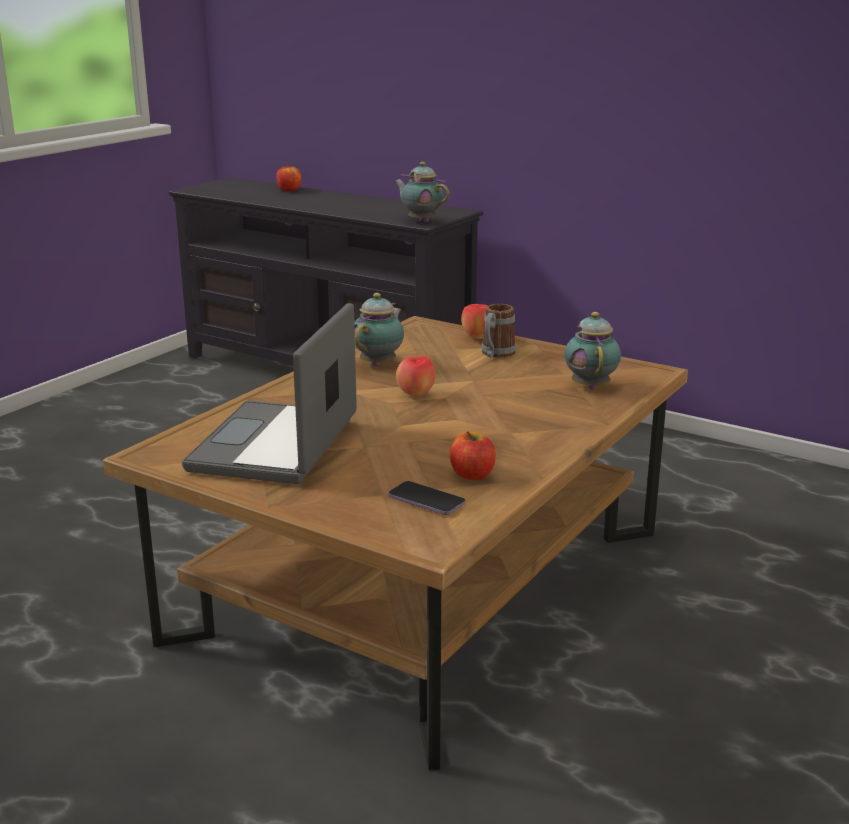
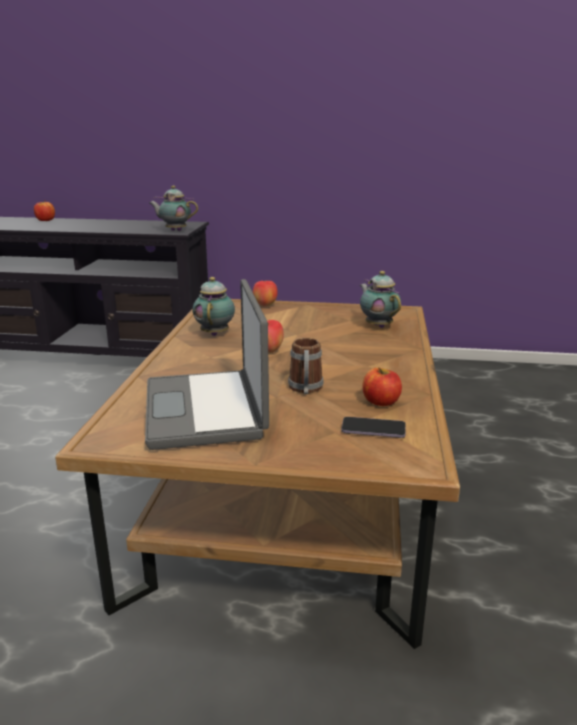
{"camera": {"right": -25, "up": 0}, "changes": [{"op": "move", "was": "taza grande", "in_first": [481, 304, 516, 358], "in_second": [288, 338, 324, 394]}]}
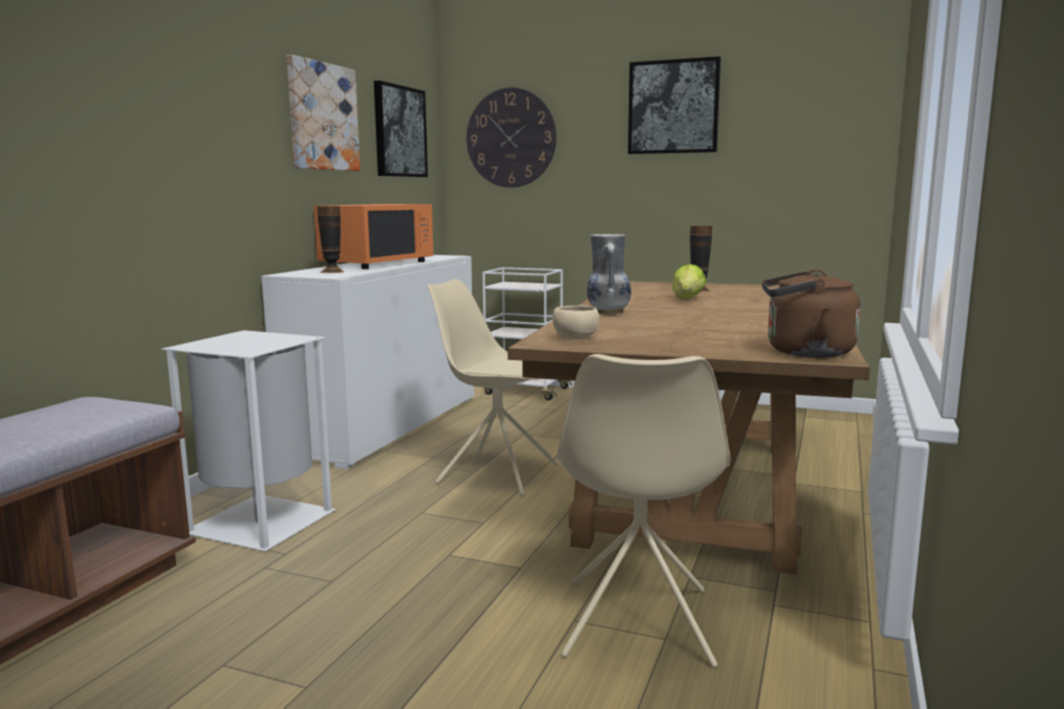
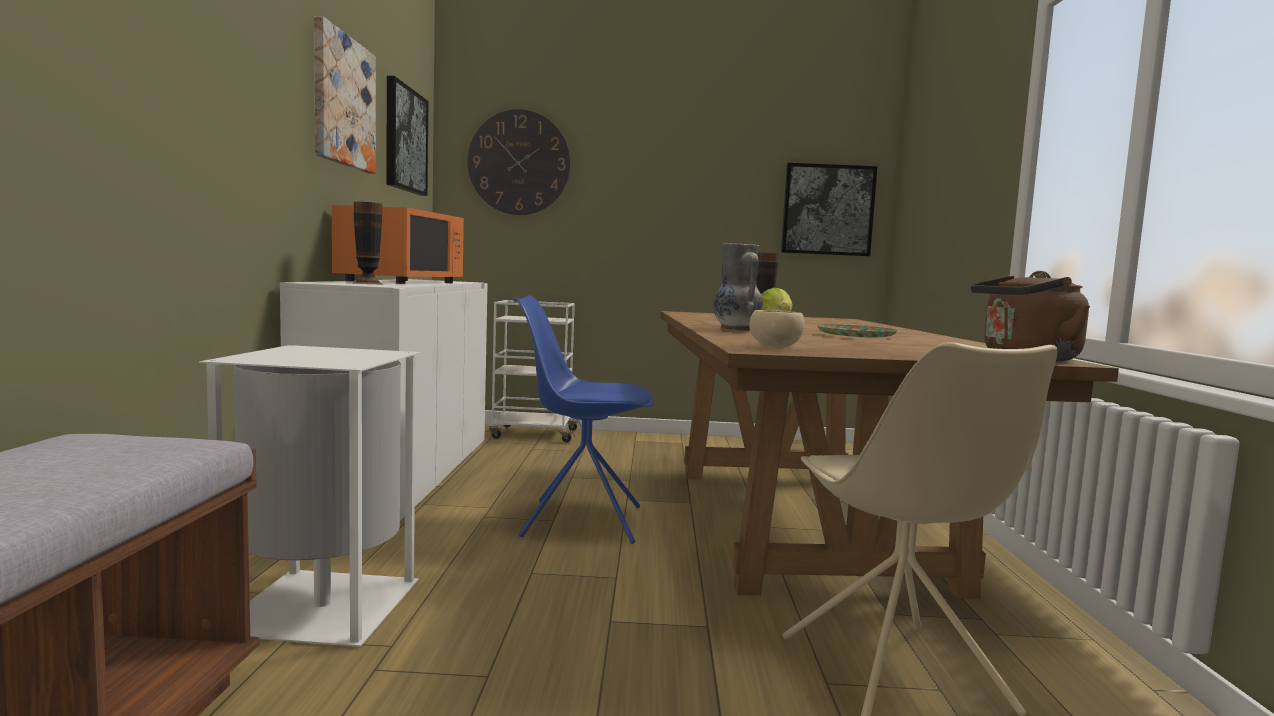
{"camera": {"right": -20, "up": -5}, "changes": [{"op": "move", "was": "cuadro", "in_first": [628, 56, 721, 154], "in_second": [781, 163, 878, 256]}, {"op": "recolor", "was": "silla/beis", "now": "silla/azul", "in_first": [427, 279, 558, 497], "in_second": [514, 295, 654, 544]}, {"op": "insert", "now": "plato", "in_second": [817, 324, 897, 337]}]}
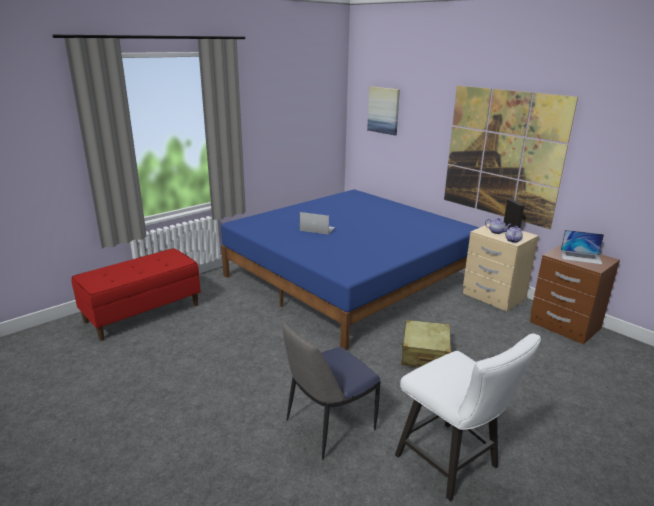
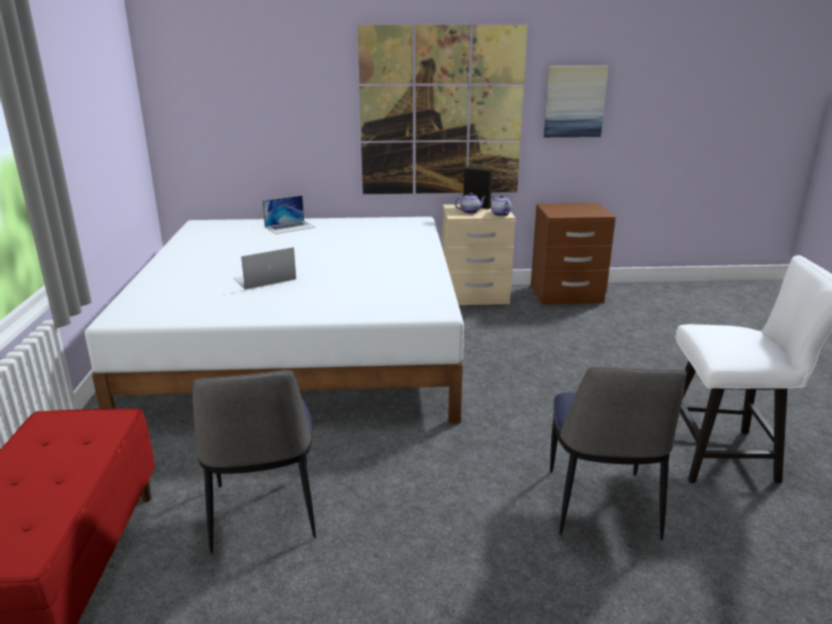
{"camera": {"right": -50, "up": 0}, "changes": [{"op": "move", "was": "cuadro", "in_first": [367, 86, 400, 135], "in_second": [544, 66, 609, 137]}, {"op": "recolor", "was": "cama/azul", "now": "cama/blanco", "in_first": [221, 189, 480, 350], "in_second": [85, 217, 464, 424]}, {"op": "move", "was": "portátil", "in_first": [561, 230, 604, 265], "in_second": [263, 195, 315, 234]}, {"op": "delete", "was": "maleta/beis", "in_first": [401, 320, 451, 367]}, {"op": "insert", "now": "silla", "in_second": [192, 370, 316, 554]}]}
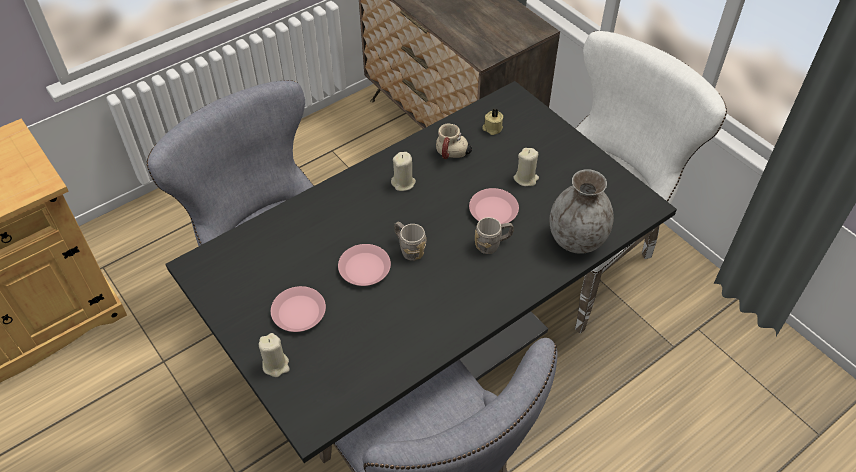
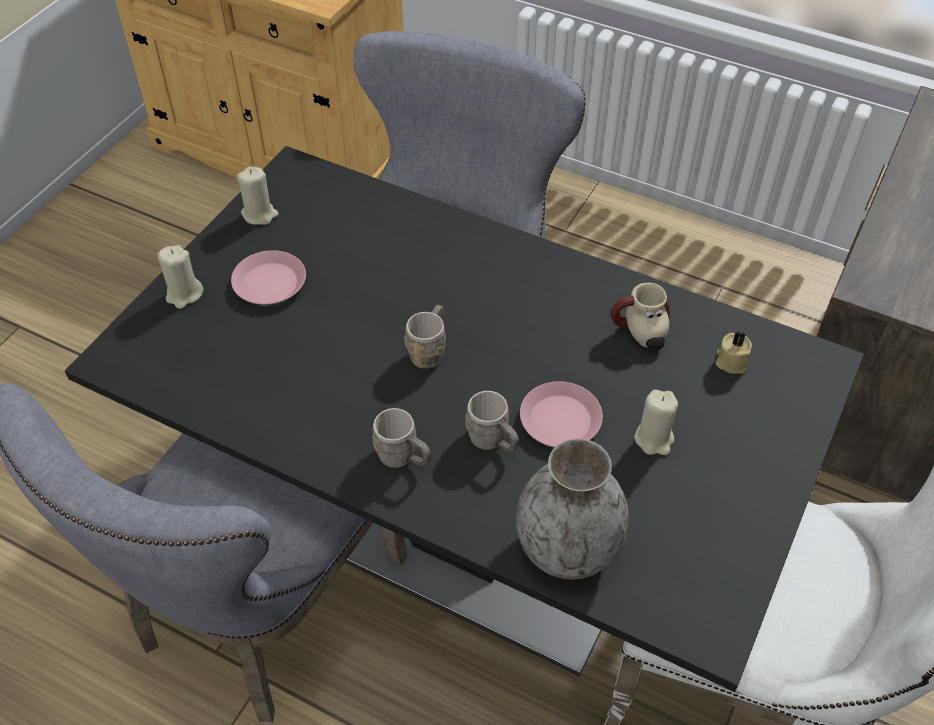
{"camera": {"right": 65, "up": 0}, "changes": [{"op": "move", "was": "vela/beis", "in_first": [391, 152, 416, 191], "in_second": [237, 167, 278, 225]}, {"op": "delete", "was": "plato/rosa", "in_first": [338, 244, 391, 286]}, {"op": "insert", "now": "taza grande/gris", "in_second": [372, 408, 431, 468]}]}
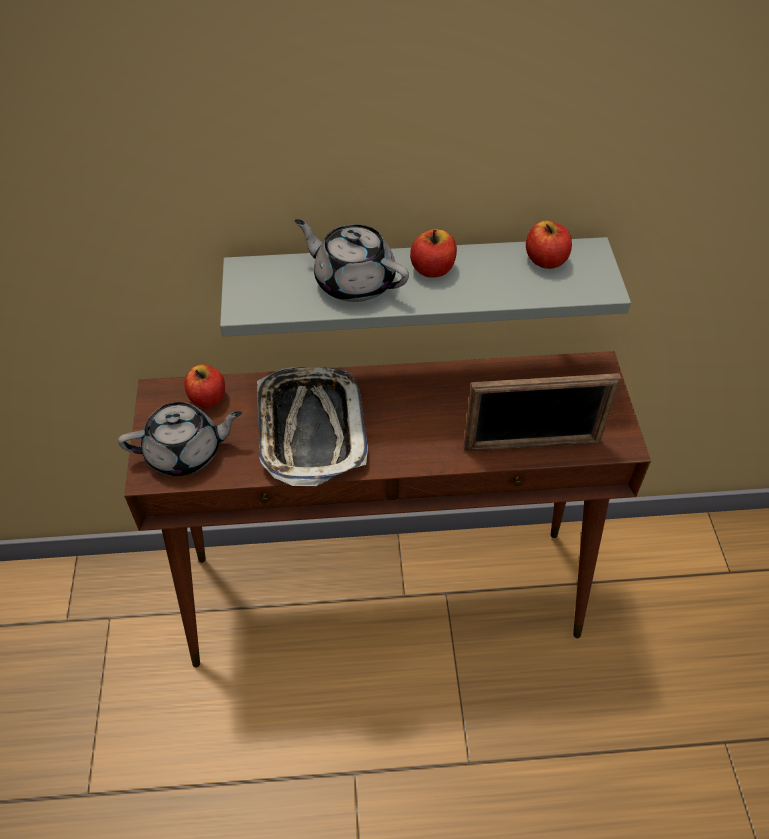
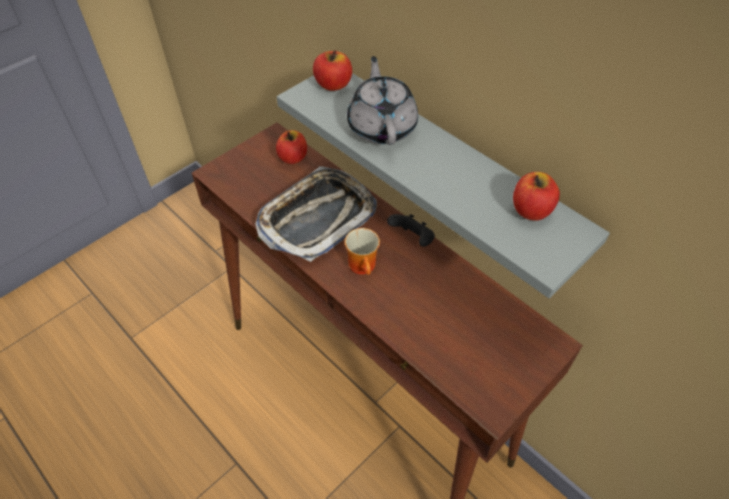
{"camera": {"right": 50, "up": 0}, "changes": [{"op": "move", "was": "manzana", "in_first": [410, 229, 457, 278], "in_second": [313, 50, 352, 91]}, {"op": "delete", "was": "portarretratos", "in_first": [464, 373, 621, 451]}, {"op": "delete", "was": "tetera/gris", "in_first": [118, 402, 242, 476]}, {"op": "insert", "now": "mando de consola/negro", "in_second": [387, 214, 435, 246]}, {"op": "insert", "now": "taza grande", "in_second": [345, 228, 380, 275]}]}
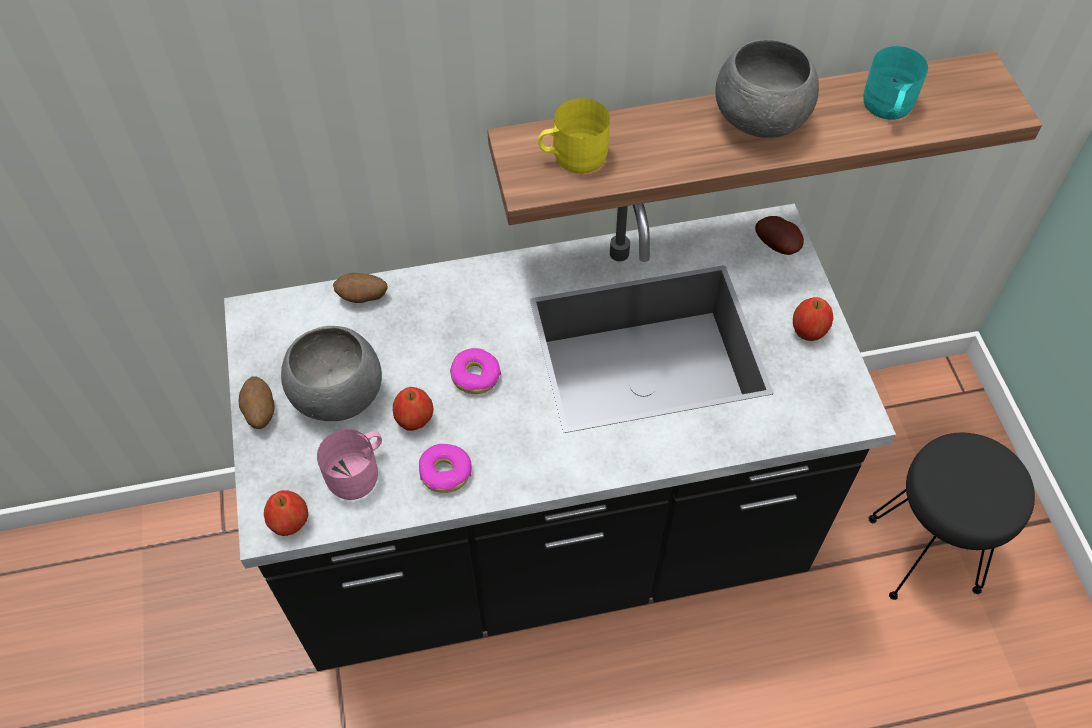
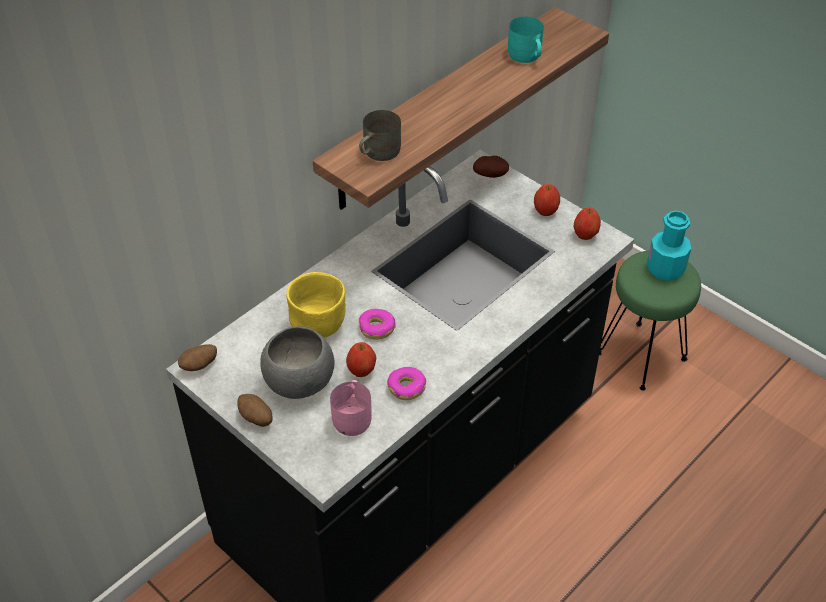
{"camera": {"right": -35, "up": -10}, "changes": [{"op": "delete", "was": "cuenco/gris", "in_first": [715, 39, 819, 138]}, {"op": "recolor", "was": "taza grande/amarillo", "now": "taza grande/gris", "in_first": [538, 98, 610, 174], "in_second": [359, 110, 401, 161]}, {"op": "move", "was": "patata", "in_first": [333, 273, 388, 303], "in_second": [178, 344, 217, 371]}, {"op": "recolor", "was": "taburete/negro", "now": "taburete/verde", "in_first": [868, 433, 1035, 600], "in_second": [599, 251, 701, 391]}, {"op": "move", "was": "manzana", "in_first": [264, 490, 308, 536], "in_second": [574, 207, 601, 240]}, {"op": "insert", "now": "botella/turquesa", "in_second": [647, 210, 691, 281]}, {"op": "insert", "now": "cuenco/amarillo", "in_second": [286, 272, 346, 338]}]}
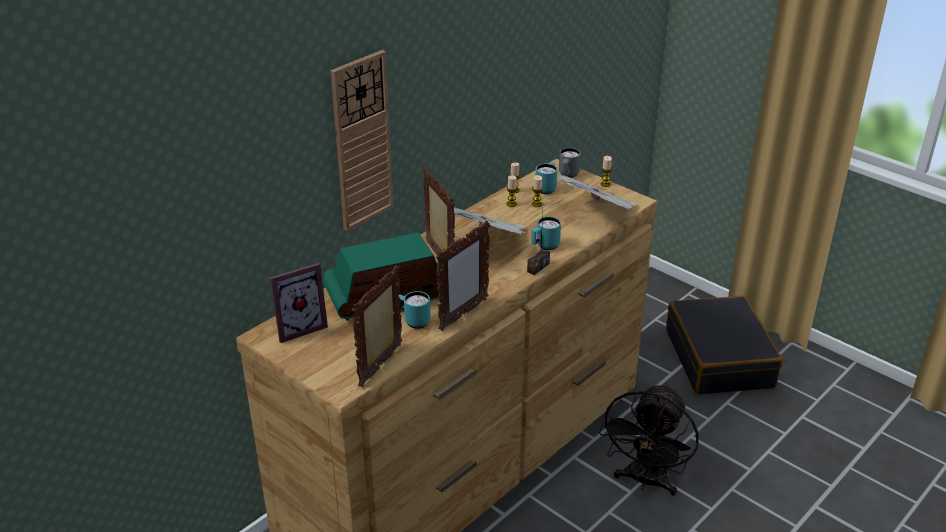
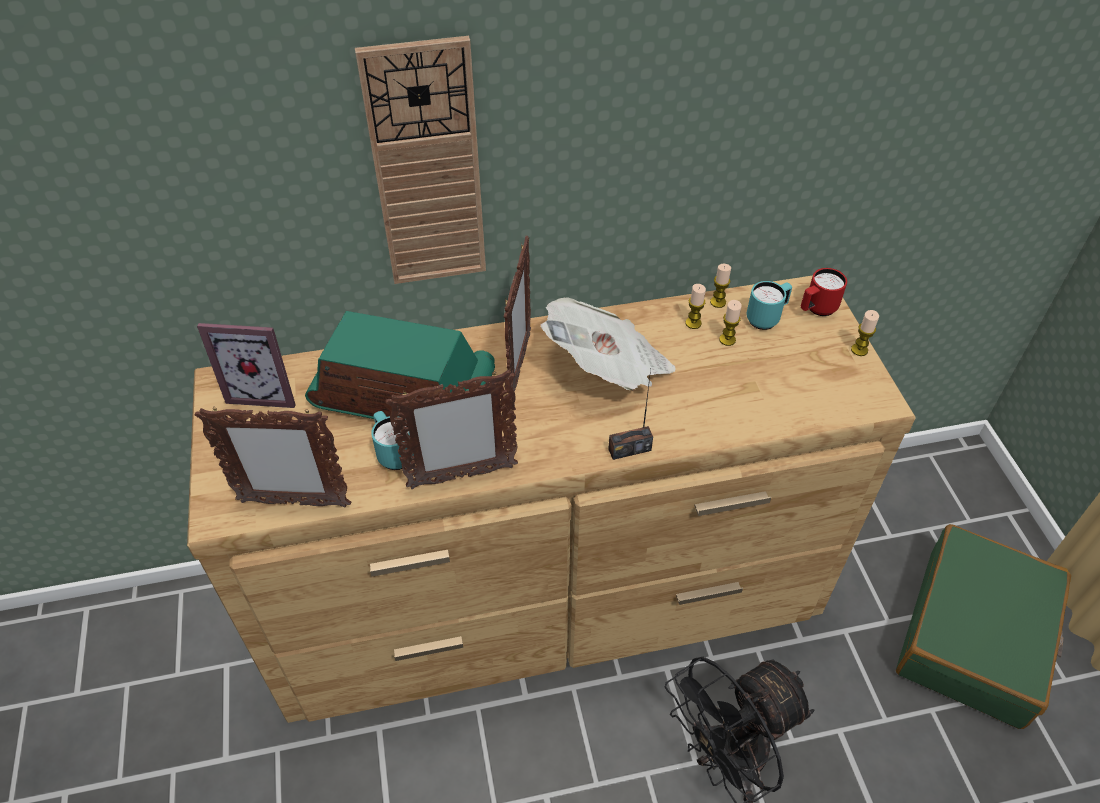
{"camera": {"right": 35, "up": 15}, "changes": [{"op": "recolor", "was": "taza grande/gris", "now": "taza grande/rojo", "in_first": [559, 148, 581, 178], "in_second": [801, 268, 847, 316]}, {"op": "delete", "was": "periódico", "in_first": [558, 175, 638, 209]}, {"op": "delete", "was": "taza grande/turquesa", "in_first": [531, 216, 561, 250]}, {"op": "rotate", "was": "portarretratos", "in_first": [352, 265, 402, 387], "in_second": [195, 407, 351, 508], "clockwise": -150}, {"op": "recolor", "was": "maleta/negro", "now": "maleta/verde", "in_first": [666, 295, 783, 395], "in_second": [896, 524, 1071, 729]}]}
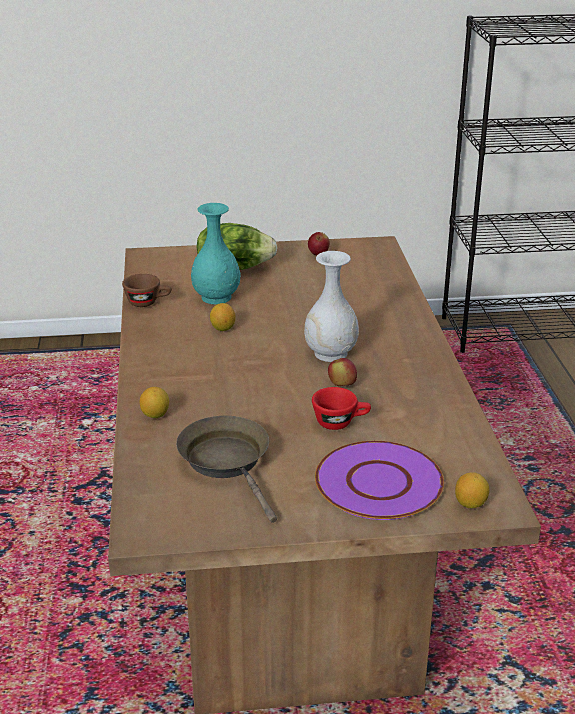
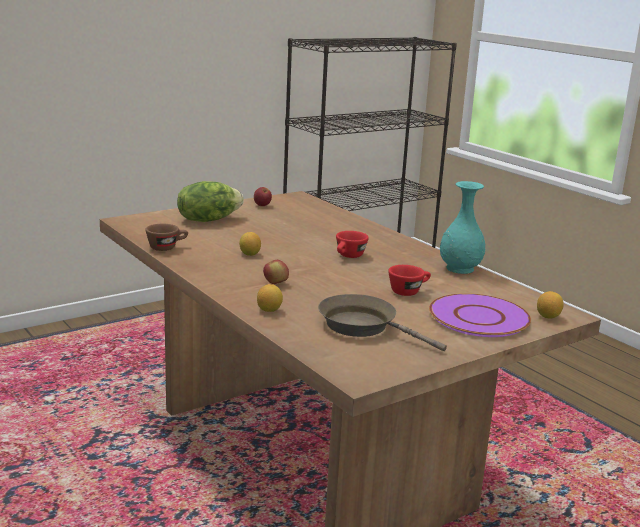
{"camera": {"right": -30, "up": -10}, "changes": [{"op": "move", "was": "florero/turquesa", "in_first": [191, 203, 240, 304], "in_second": [440, 181, 485, 274]}, {"op": "replace", "was": "florero/blanco", "now": "taza/rojo", "in_first": [304, 251, 359, 362], "in_second": [336, 231, 369, 258]}, {"op": "move", "was": "manzana", "in_first": [328, 358, 357, 386], "in_second": [263, 260, 289, 284]}]}
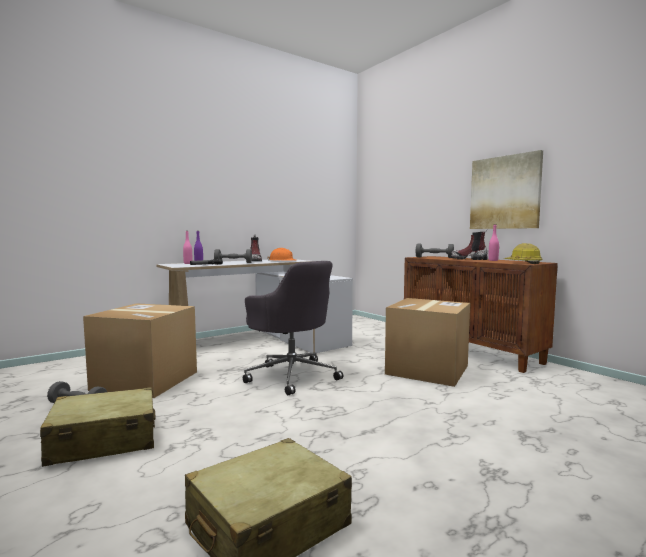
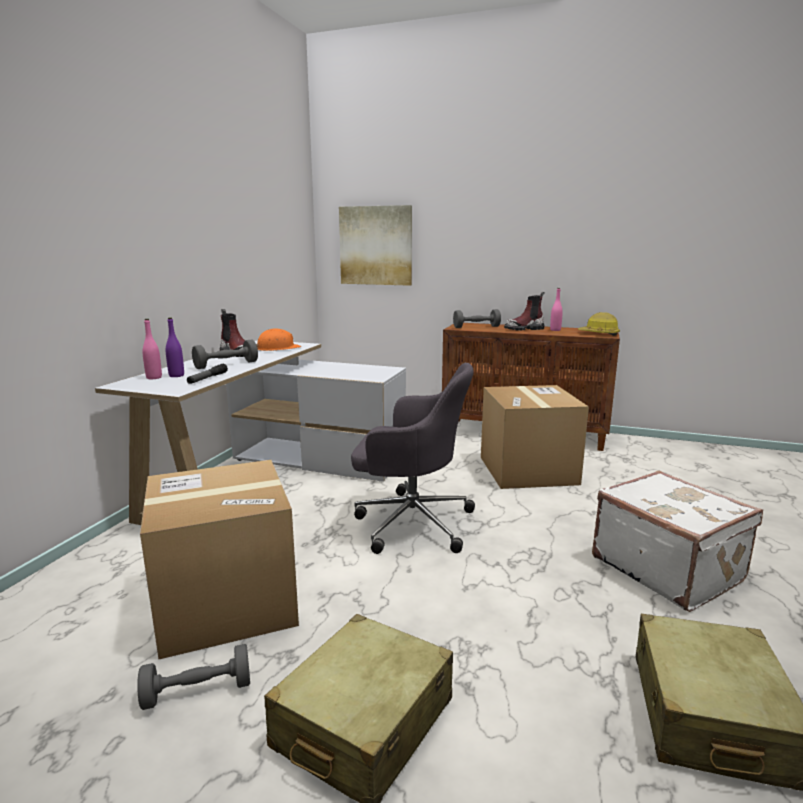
{"camera": {"right": -35, "up": 10}, "changes": [{"op": "move", "was": "cuadro", "in_first": [470, 150, 543, 229], "in_second": [339, 205, 412, 286]}, {"op": "insert", "now": "maleta/blanco", "in_second": [592, 471, 763, 612]}]}
